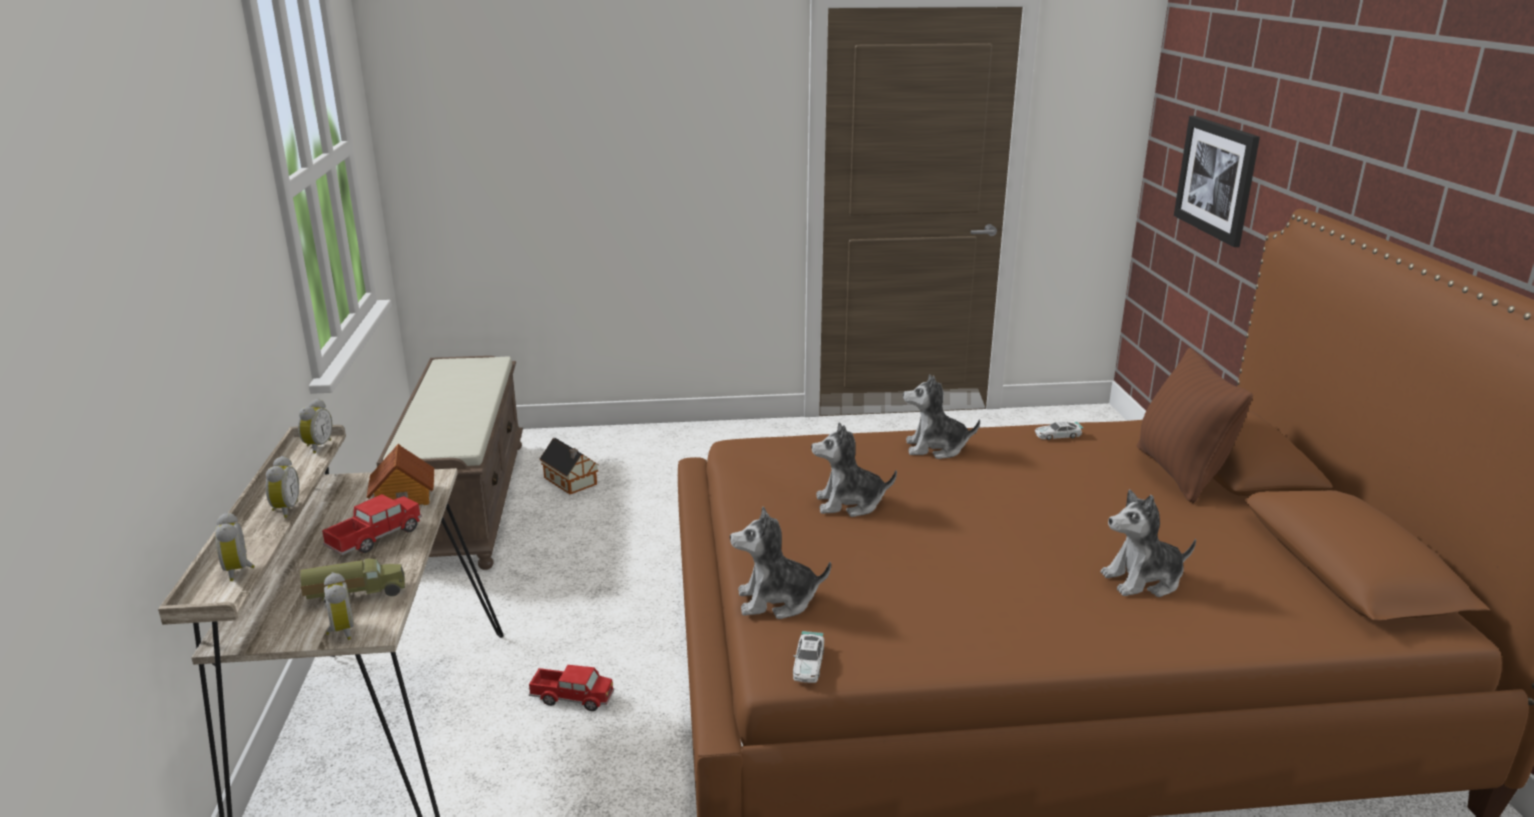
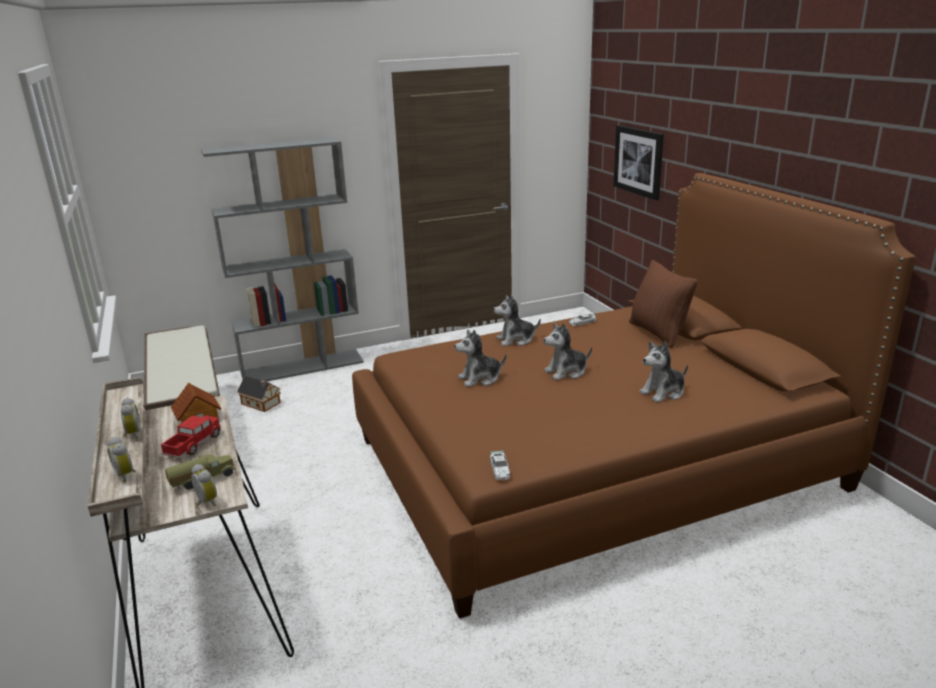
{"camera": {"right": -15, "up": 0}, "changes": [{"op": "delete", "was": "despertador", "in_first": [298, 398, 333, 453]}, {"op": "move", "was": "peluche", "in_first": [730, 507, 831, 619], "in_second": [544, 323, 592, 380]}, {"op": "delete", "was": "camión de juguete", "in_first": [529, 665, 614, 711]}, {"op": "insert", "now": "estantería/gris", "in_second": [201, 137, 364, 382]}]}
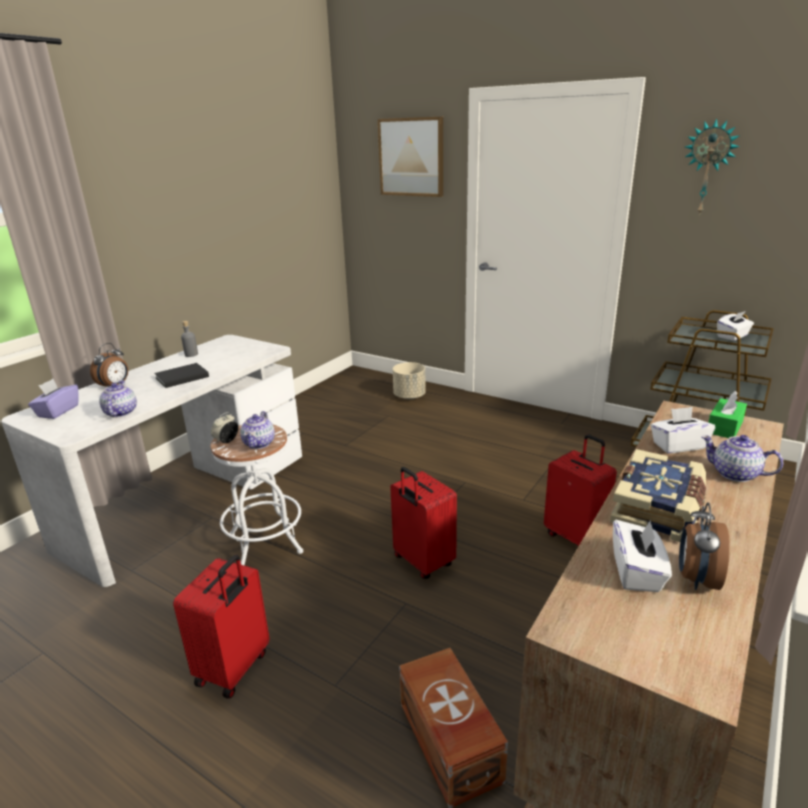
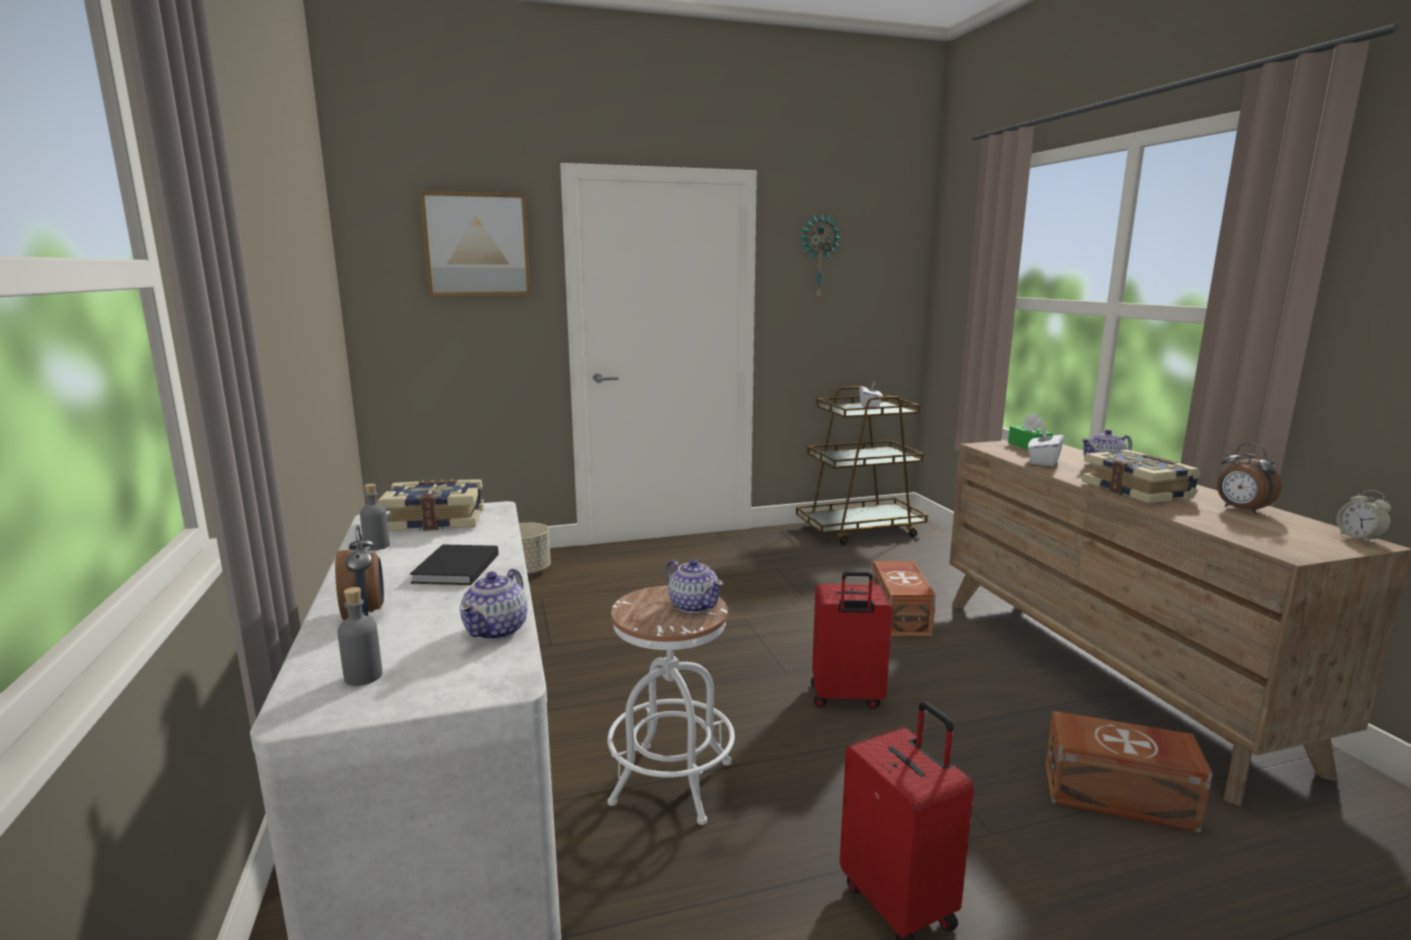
{"camera": {"right": -50, "up": -10}, "changes": [{"op": "replace", "was": "caja de pañuelos/morado", "now": "botella/gris", "in_first": [28, 379, 79, 419], "in_second": [337, 587, 382, 686]}, {"op": "rotate", "was": "tetera", "in_first": [99, 380, 137, 418], "in_second": [460, 569, 528, 641], "clockwise": -105}, {"op": "move", "was": "despertador", "in_first": [211, 412, 238, 443], "in_second": [1336, 490, 1392, 543]}, {"op": "replace", "was": "maleta/rojo", "now": "caja de almacenaje/marrón", "in_first": [544, 434, 617, 546], "in_second": [872, 561, 936, 636]}, {"op": "delete", "was": "caja de pañuelos/blanco", "in_first": [613, 520, 672, 592]}, {"op": "insert", "now": "libro", "in_second": [377, 479, 484, 531]}]}
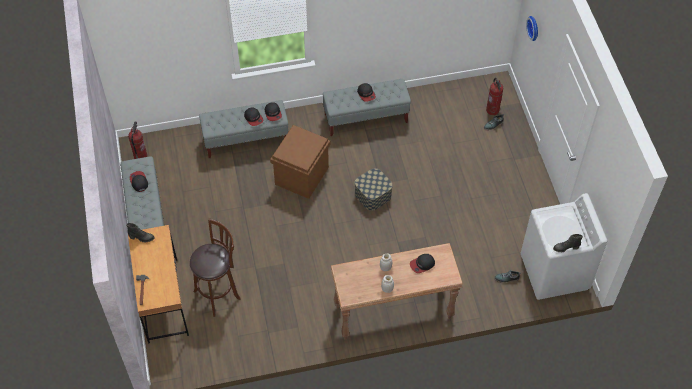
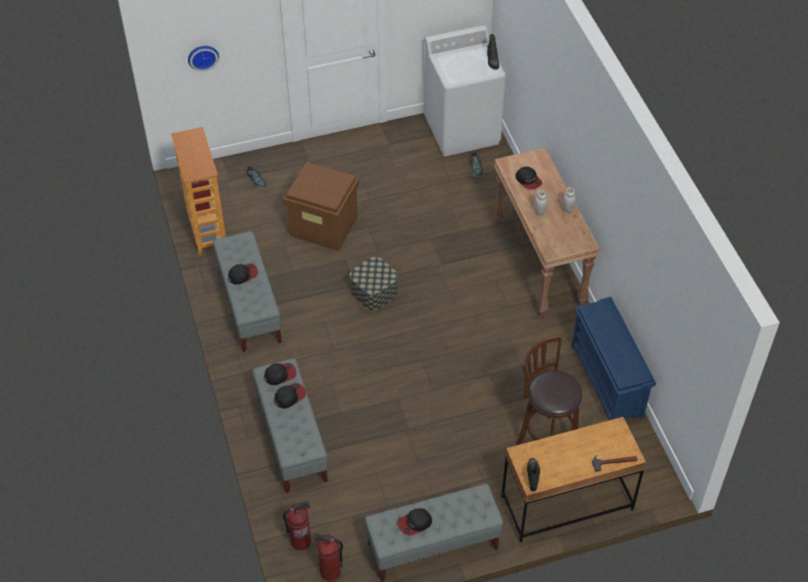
{"camera": {"right": -95, "up": -5}, "changes": [{"op": "move", "was": "extintor", "in_first": [486, 78, 503, 115], "in_second": [283, 500, 311, 551]}, {"op": "move", "was": "caja de almacenaje/marrón", "in_first": [270, 125, 330, 199], "in_second": [283, 162, 359, 251]}, {"op": "insert", "now": "estantería", "in_second": [171, 127, 226, 255]}, {"op": "insert", "now": "zapatero/azul", "in_second": [571, 297, 656, 420]}]}
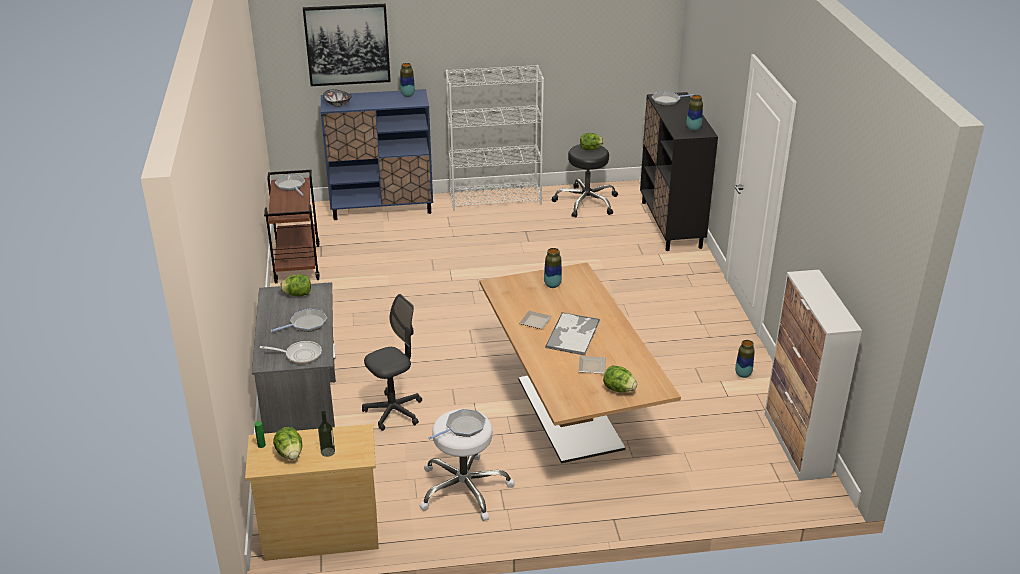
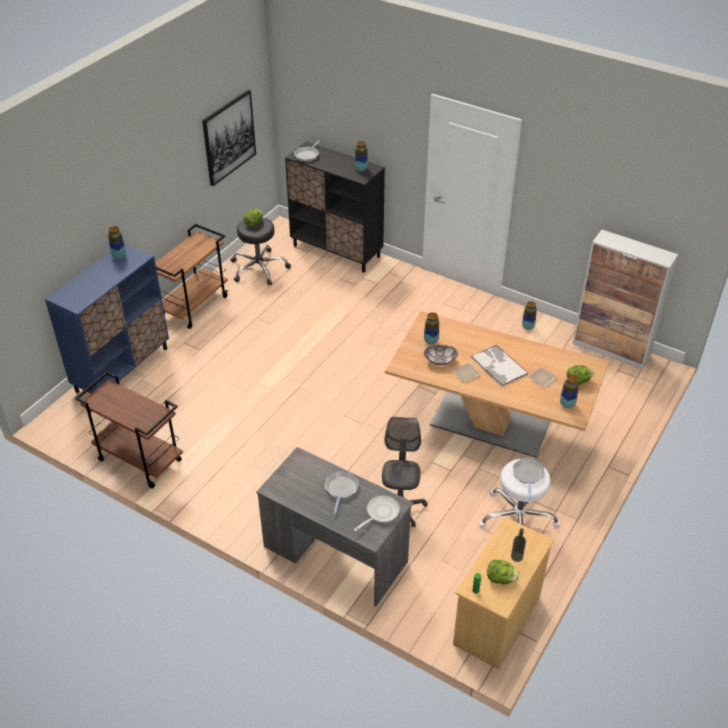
{"camera": {"right": -50, "up": 10}, "changes": [{"op": "move", "was": "cuadro", "in_first": [303, 4, 391, 86], "in_second": [202, 90, 256, 186]}, {"op": "replace", "was": "estantería/blanco", "now": "carrito/marrón", "in_first": [445, 65, 544, 211], "in_second": [155, 224, 228, 329]}, {"op": "move", "was": "cuenco", "in_first": [323, 89, 352, 107], "in_second": [424, 345, 458, 365]}, {"op": "delete", "was": "sartén", "in_first": [275, 175, 305, 196]}, {"op": "delete", "was": "lechuga", "in_first": [280, 274, 311, 297]}, {"op": "insert", "now": "florero", "in_second": [560, 375, 579, 408]}]}
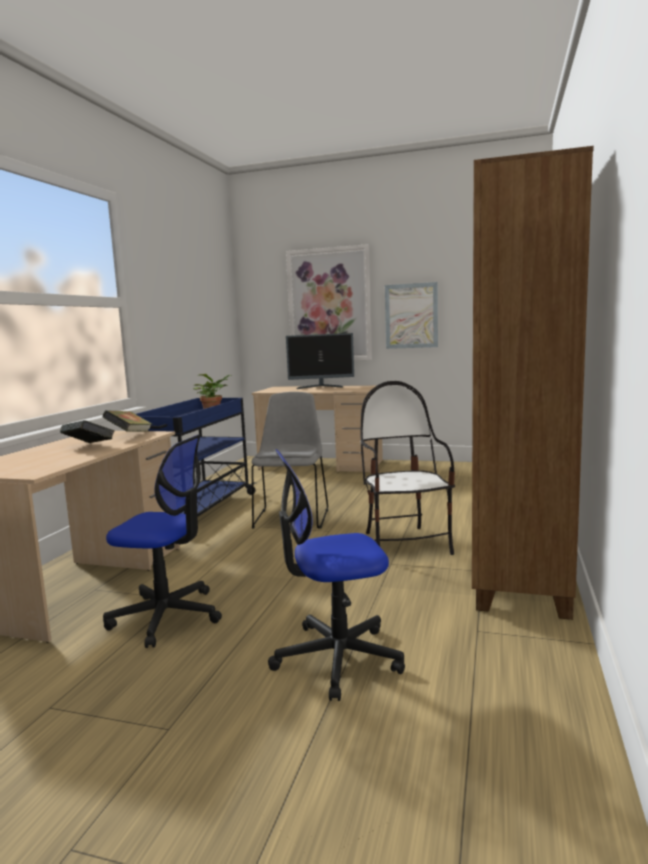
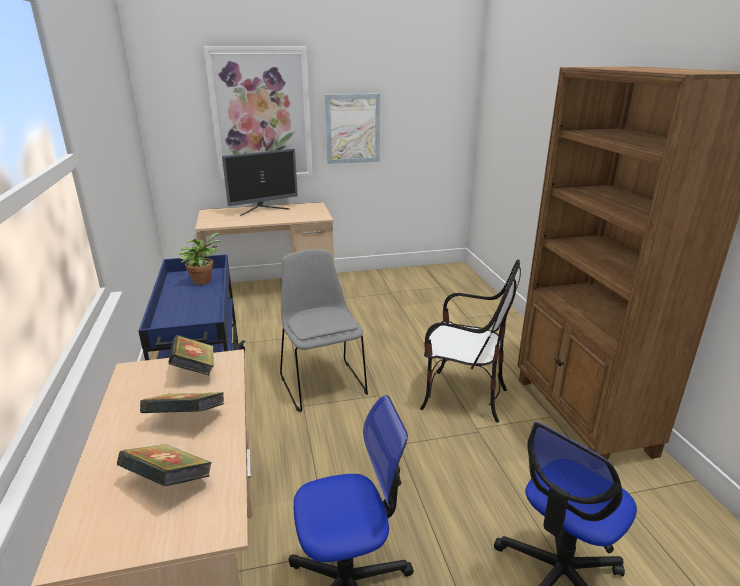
{"camera": {"right": -30, "up": 15}, "changes": [{"op": "rotate", "was": "silla", "in_first": [360, 381, 455, 555], "in_second": [420, 259, 521, 423], "clockwise": 150}, {"op": "insert", "now": "libro", "in_second": [117, 444, 212, 486]}]}
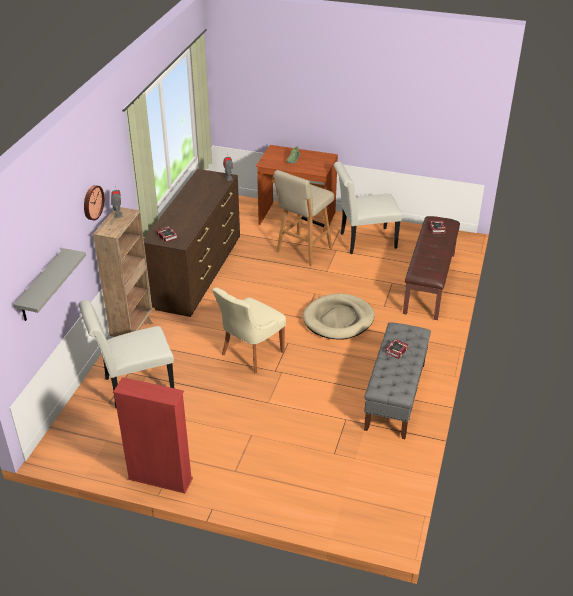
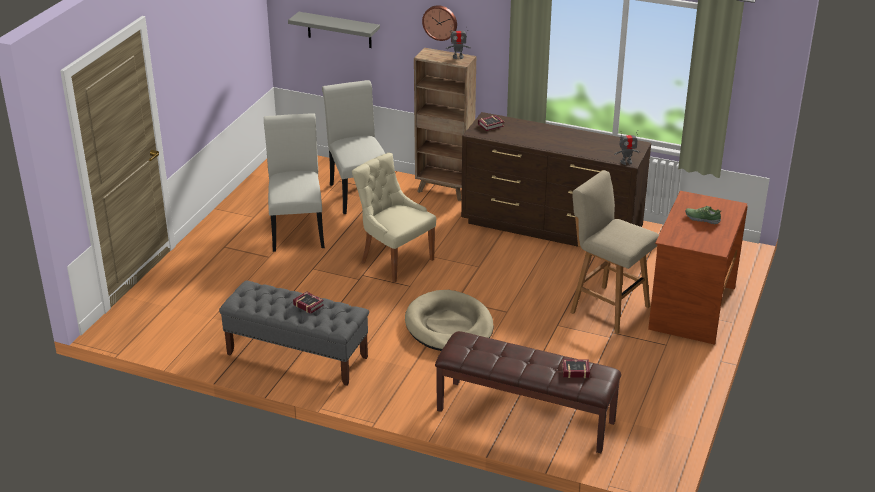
{"camera": {"right": 95, "up": -5}, "changes": [{"op": "move", "was": "silla/blanco", "in_first": [334, 162, 402, 254], "in_second": [264, 113, 325, 252]}, {"op": "delete", "was": "estantería/rojo", "in_first": [113, 377, 193, 493]}]}
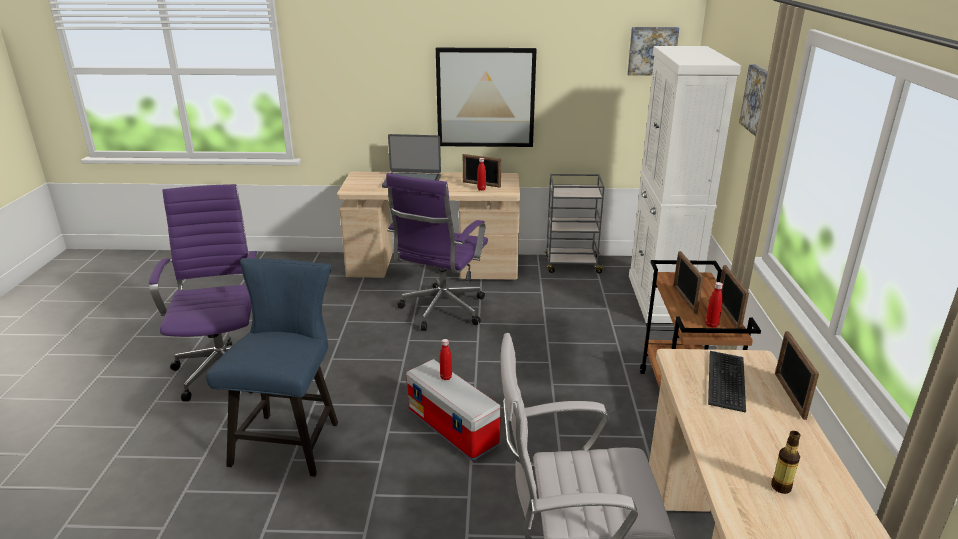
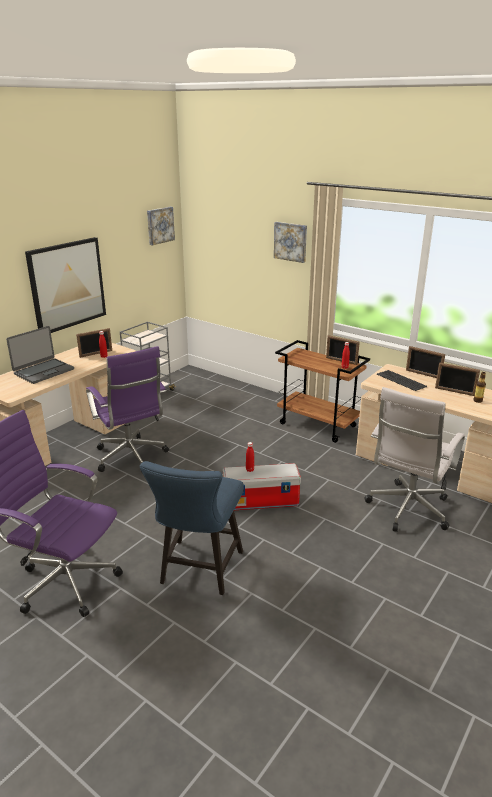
{"camera": {"right": -55, "up": 0}, "changes": [{"op": "delete", "was": "armario/blanco", "in_first": [629, 46, 741, 323]}, {"op": "move", "was": "portarretratos", "in_first": [673, 251, 704, 314], "in_second": [435, 362, 480, 396]}, {"op": "rotate", "was": "silla/azul", "in_first": [206, 258, 338, 477], "in_second": [140, 461, 244, 595], "clockwise": -120}]}
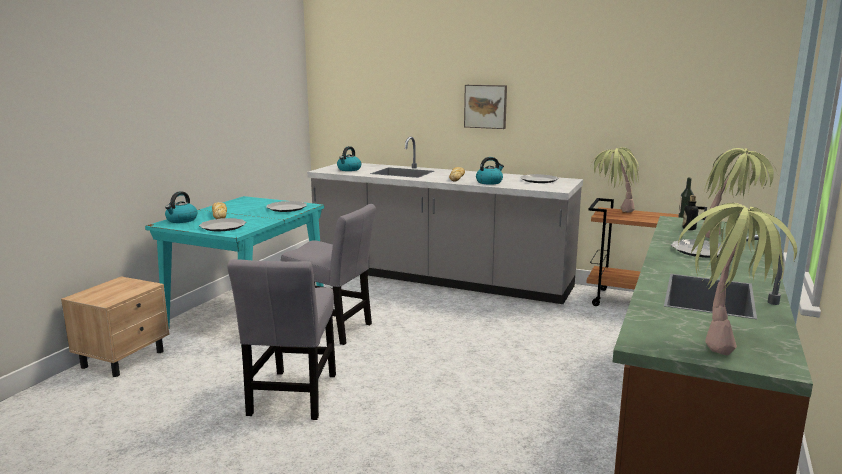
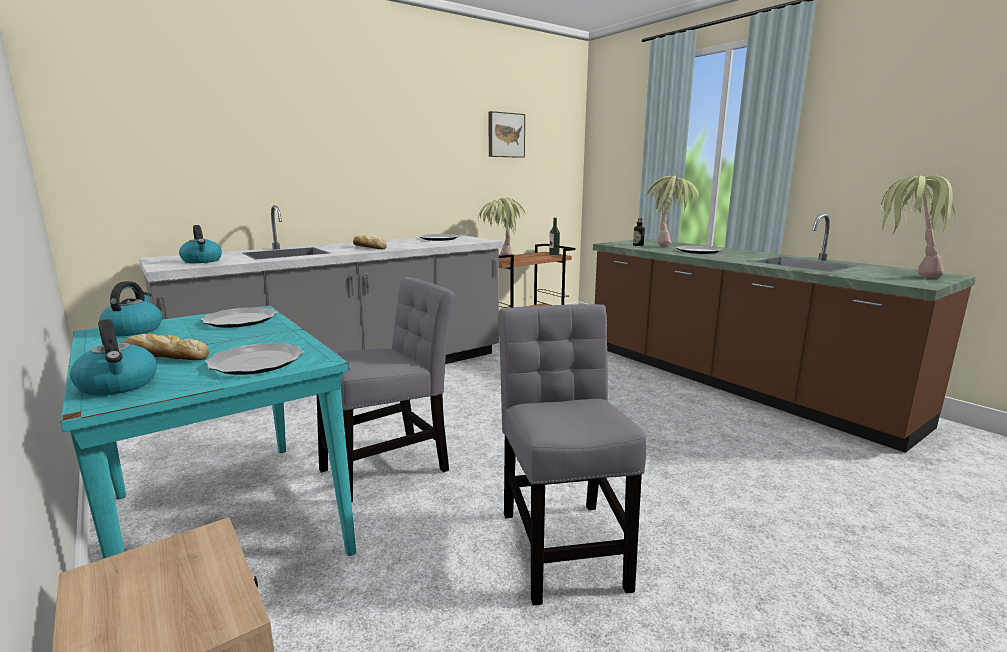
{"camera": {"right": -60, "up": 0}, "changes": [{"op": "move", "was": "cuadro", "in_first": [464, 85, 507, 129], "in_second": [488, 111, 525, 158]}, {"op": "move", "was": "hervidor", "in_first": [476, 157, 504, 185], "in_second": [99, 281, 162, 336]}, {"op": "rotate", "was": "silla/gris", "in_first": [227, 259, 336, 420], "in_second": [498, 304, 647, 605], "clockwise": -135}]}
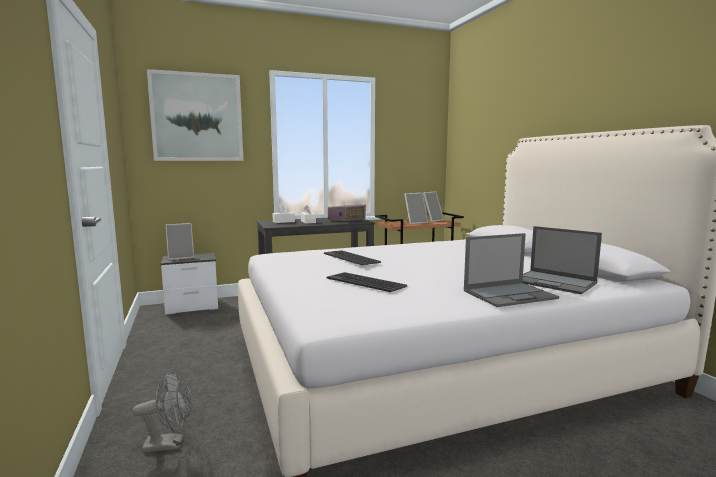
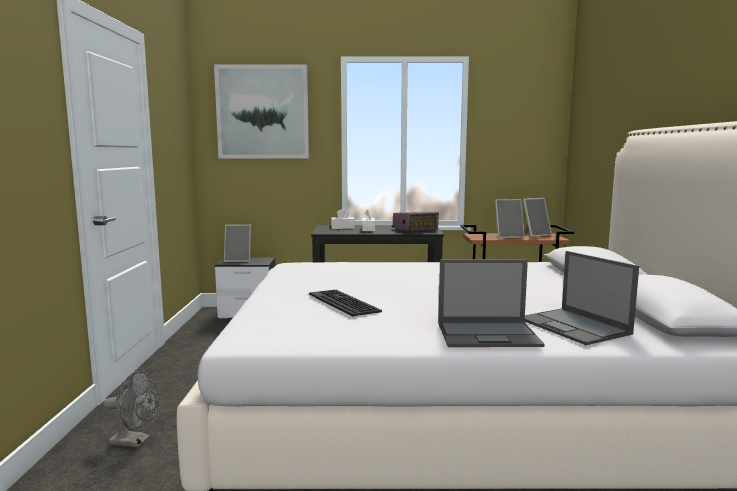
{"camera": {"right": 20, "up": 0}, "changes": [{"op": "delete", "was": "teclado", "in_first": [324, 250, 381, 266]}]}
